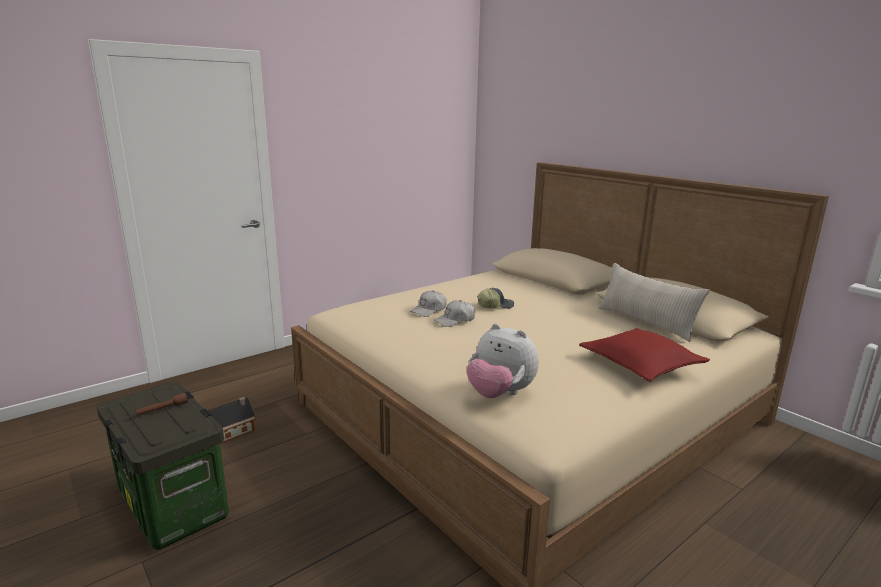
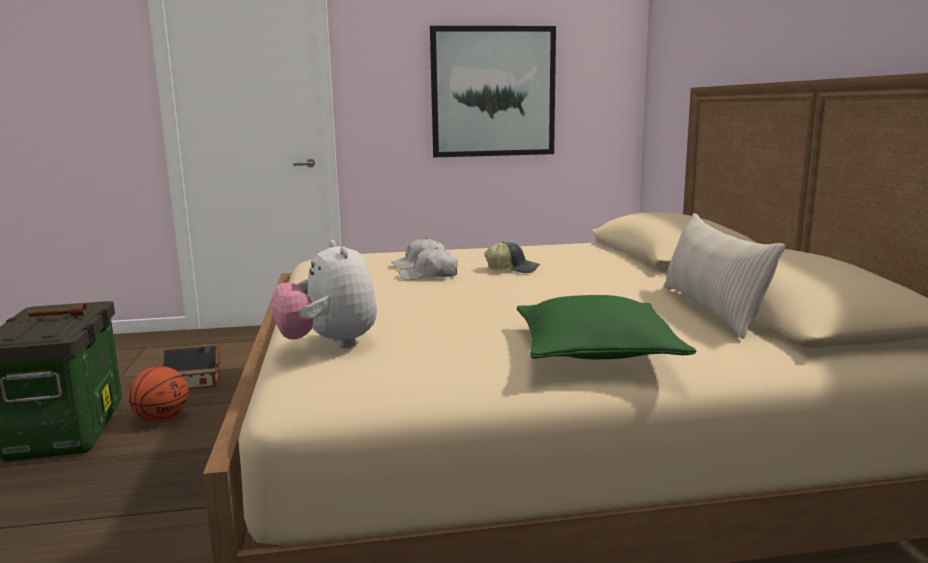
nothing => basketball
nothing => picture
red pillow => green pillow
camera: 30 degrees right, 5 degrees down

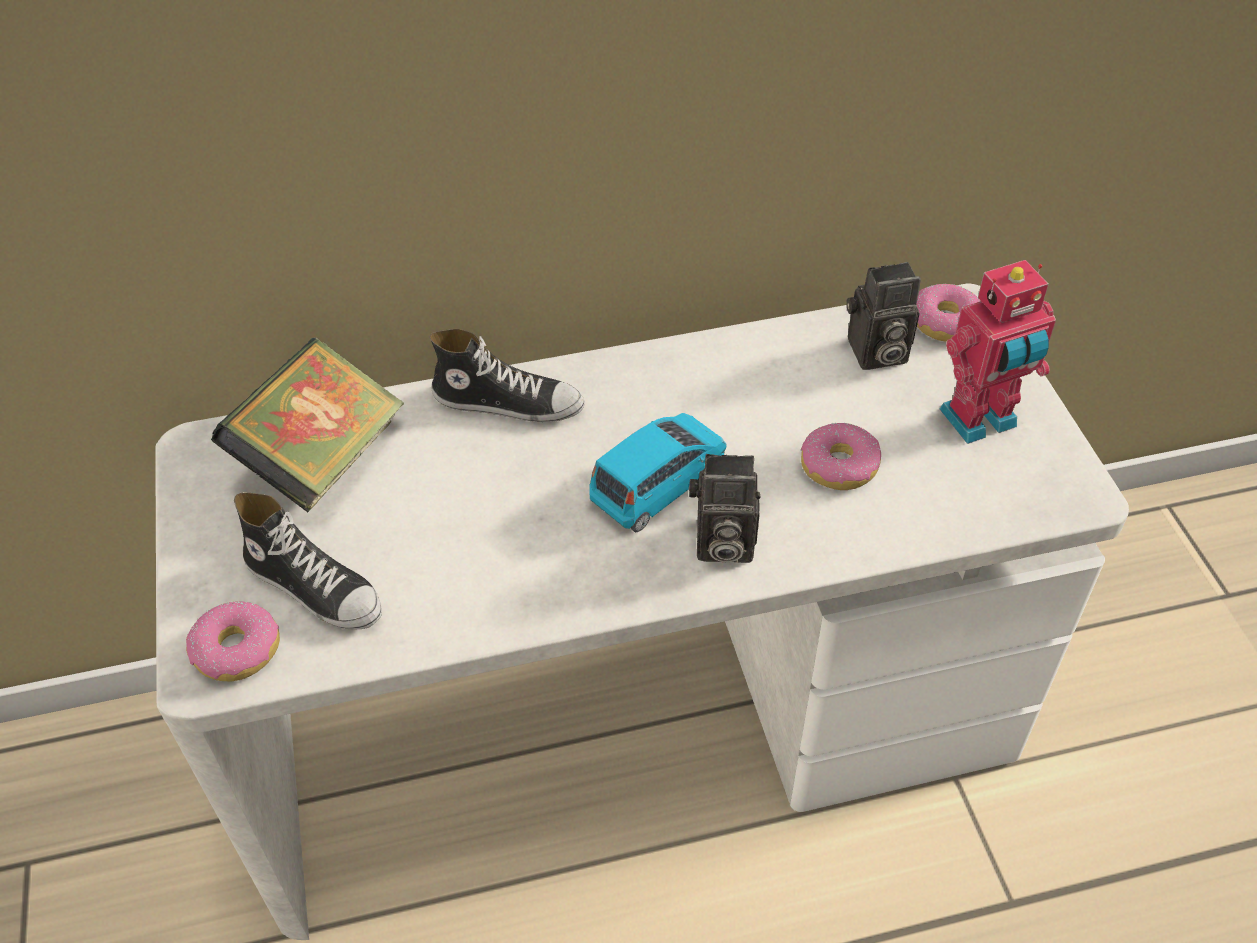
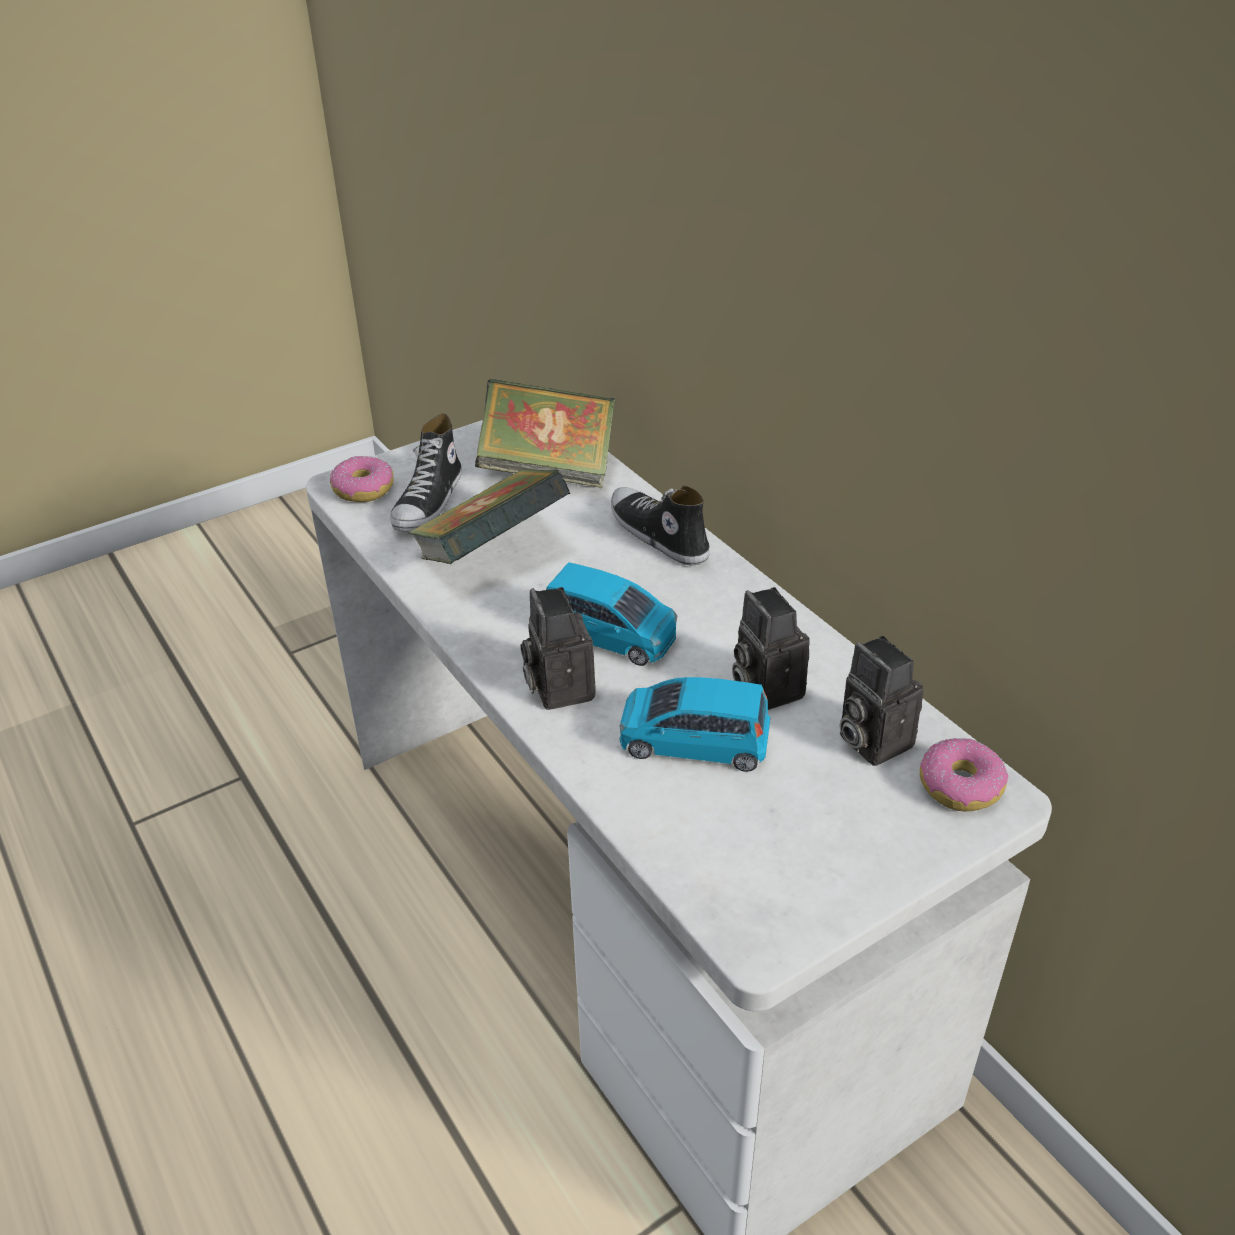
toy robot => nothing
nothing => book (1st from left)
nothing => photo camera (2nd from left)
donut (2nd from left) => blue toy car (2nd from left)
shoe (2nd from left), 150 degrees clockwise
camera: 70 degrees right, 10 degrees down

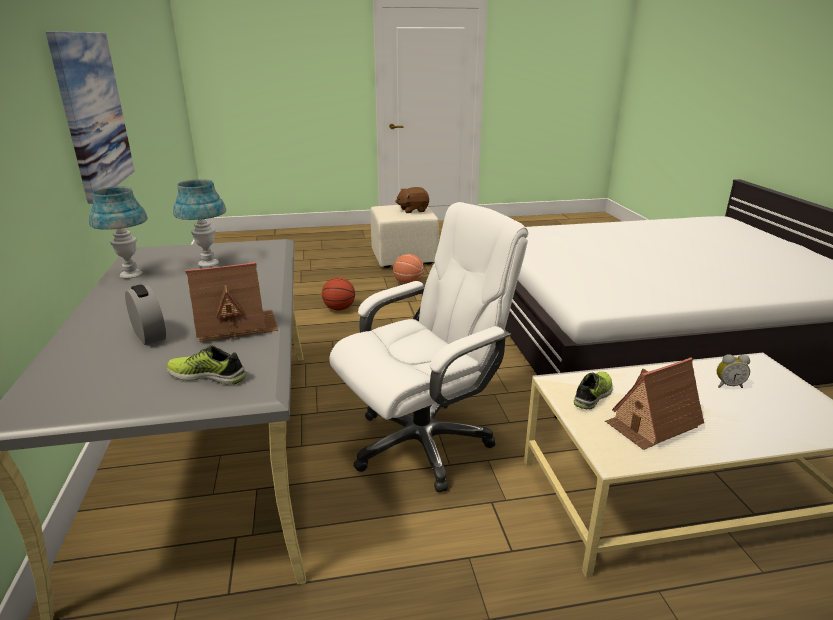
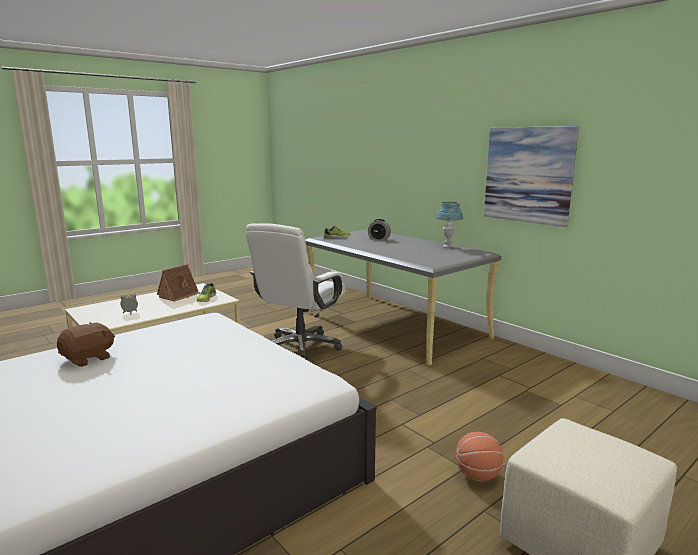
blue table lamp (2nd from left) => nothing
toy house (1st from left) => nothing
basketball (1st from left) => nothing
brown plush toy, moved
camera: 150 degrees right, 10 degrees down

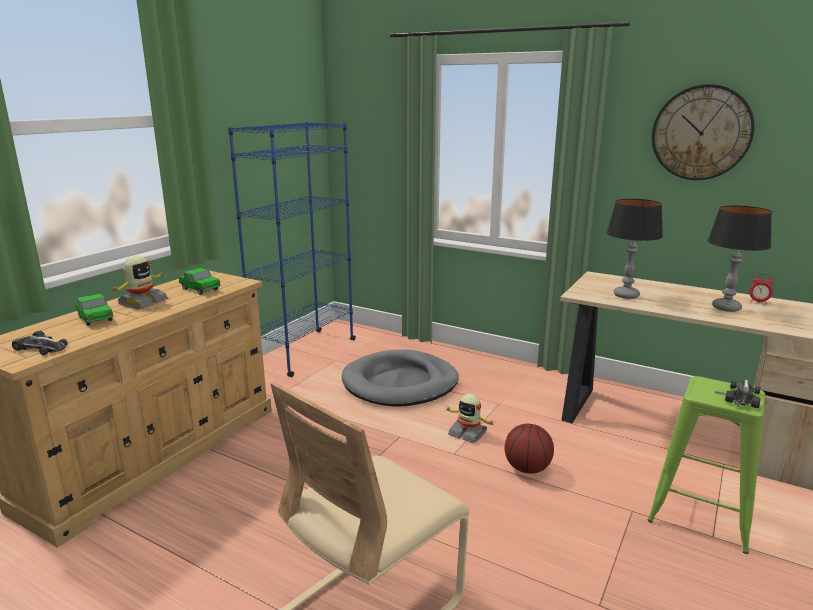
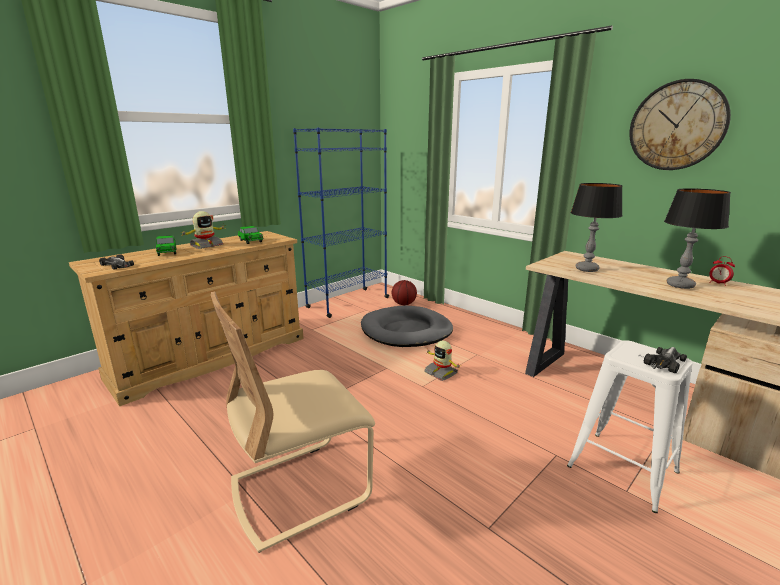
basketball, moved
green stool => white stool
camera: 15 degrees right, 0 degrees up

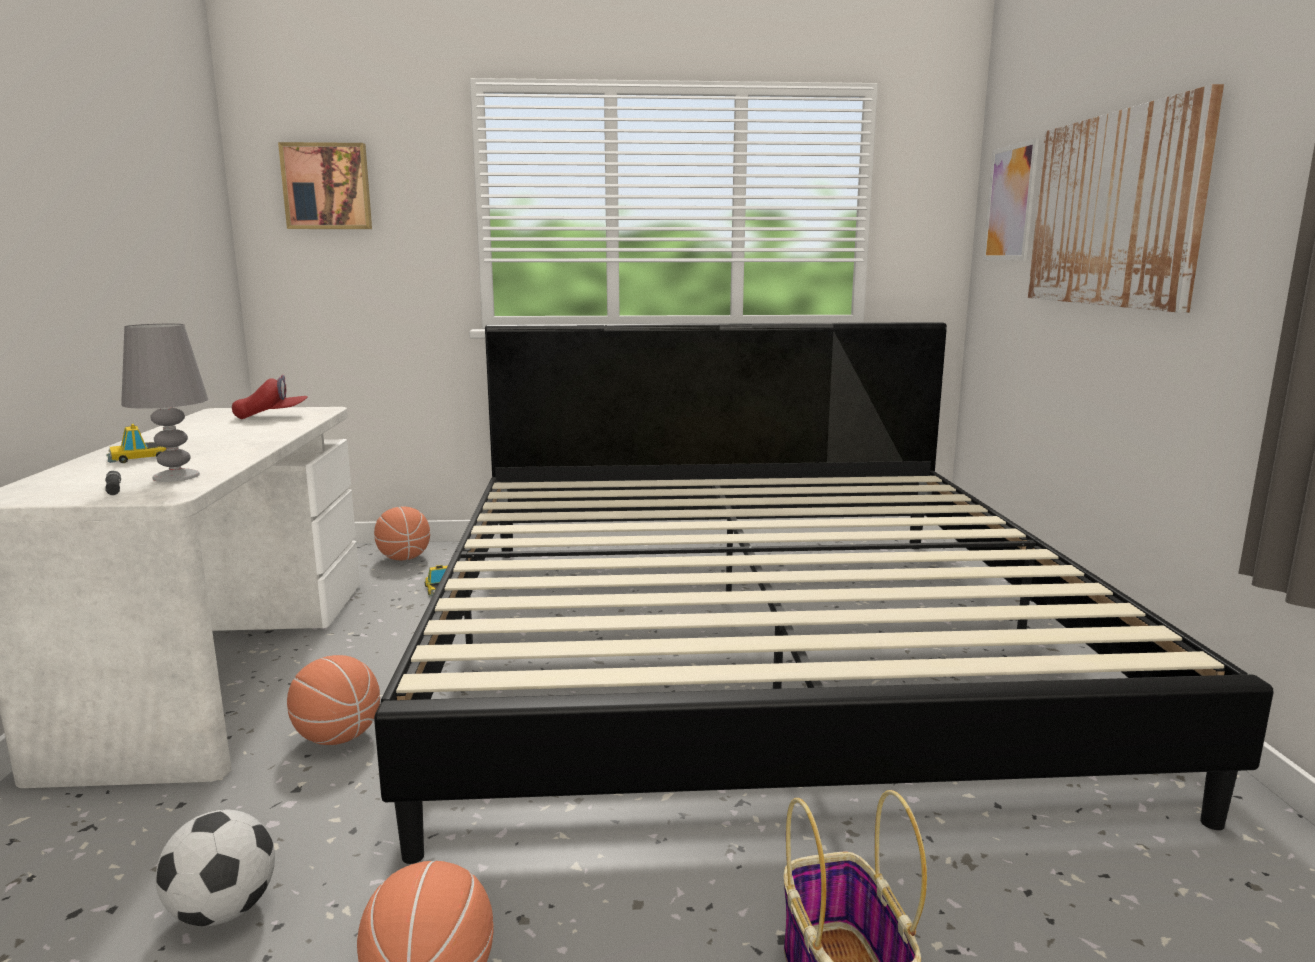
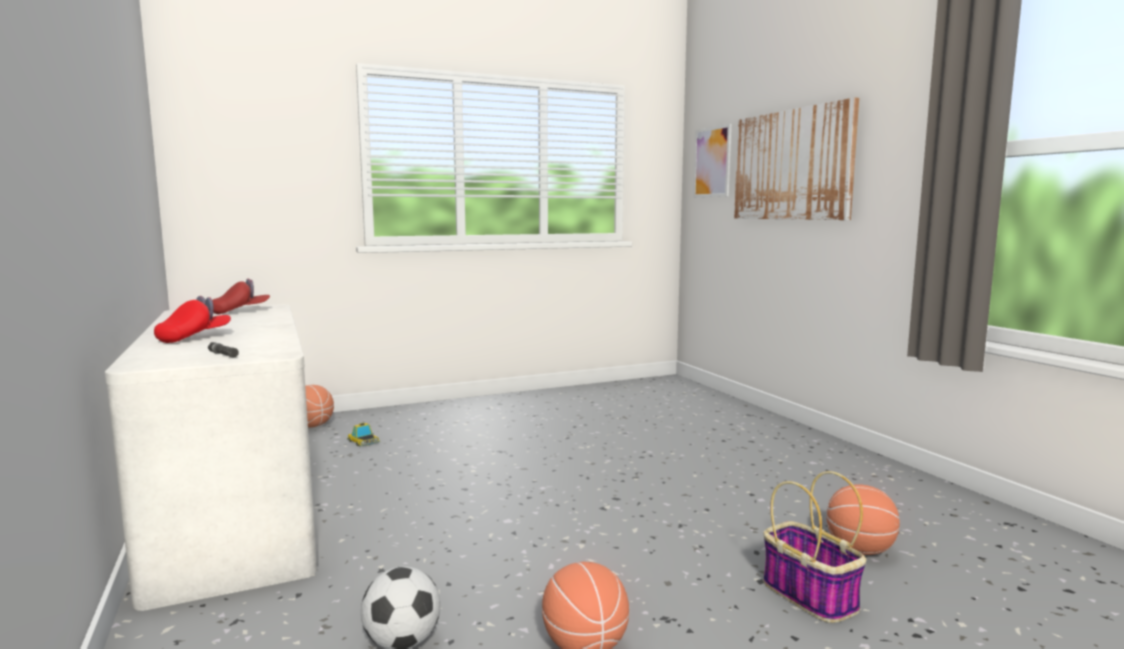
grey table lamp => nothing
picture (1st from left) => nothing
bed => nothing
basketball (1st from left in the first image) => basketball (3rd from left), moved
toy car (1st from left) => red cap (1st from left)
camera: 20 degrees left, 5 degrees down

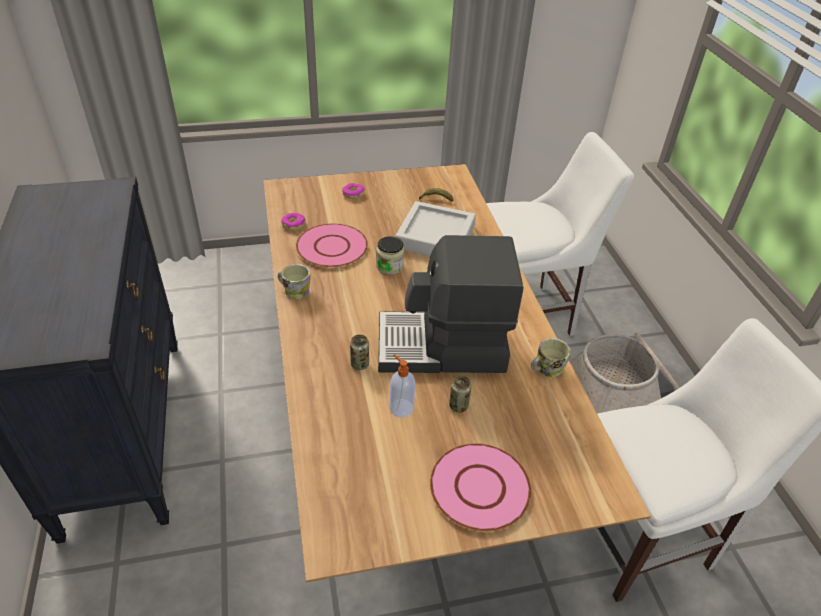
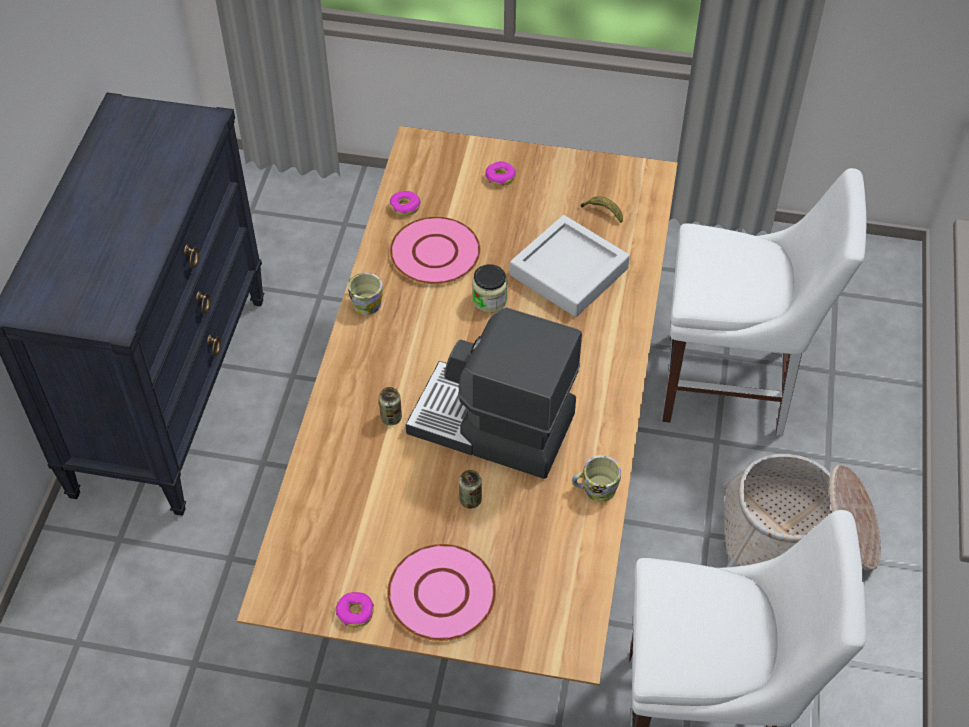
soap dispenser => nothing
nothing => donut (1st from left)
camera: 25 degrees right, 10 degrees up

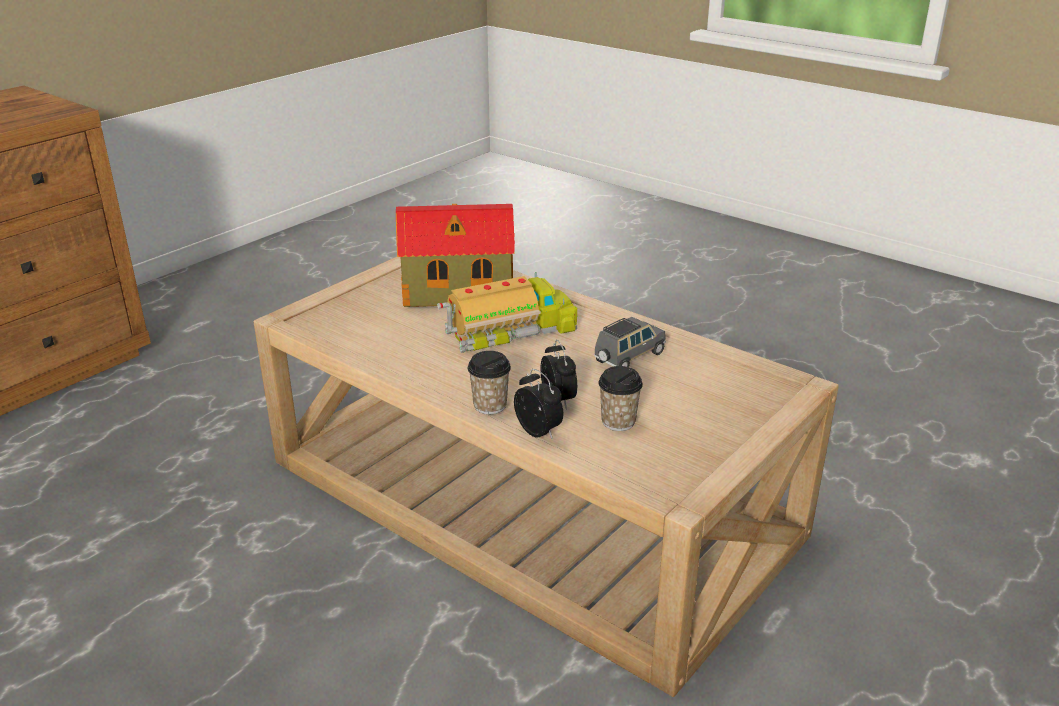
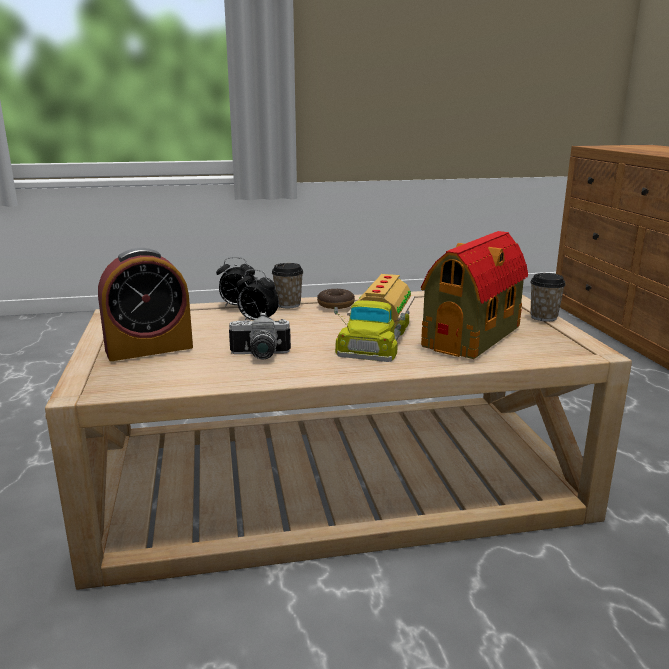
nothing => alarm clock (1st from left)
nothing => donut
cup (2nd from left), moved
grey toy car => photo camera
camera: 130 degrees right, 10 degrees down

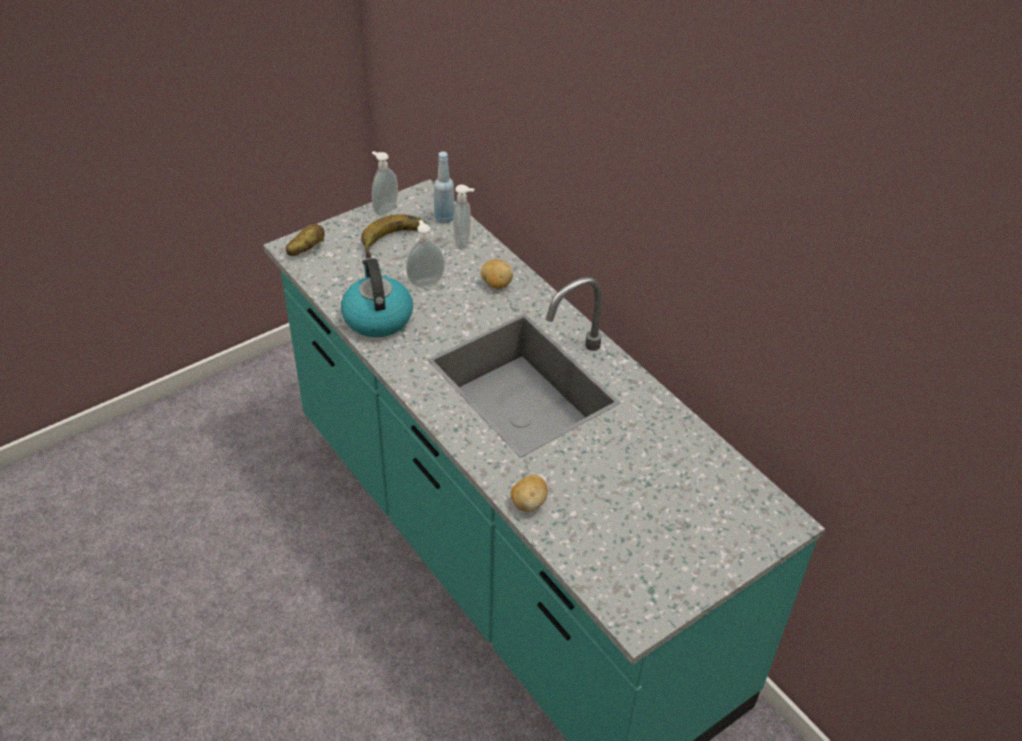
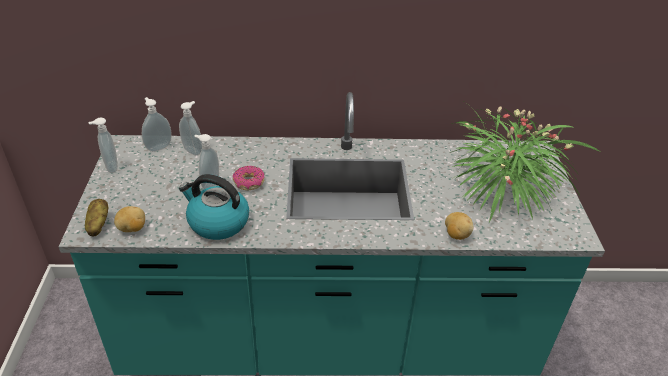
banana => nothing
nothing => donut
nothing => potted plant
potato (2nd from left), moved
blue bottle => soap dispenser (2nd from left)
camera: 55 degrees left, 5 degrees down

